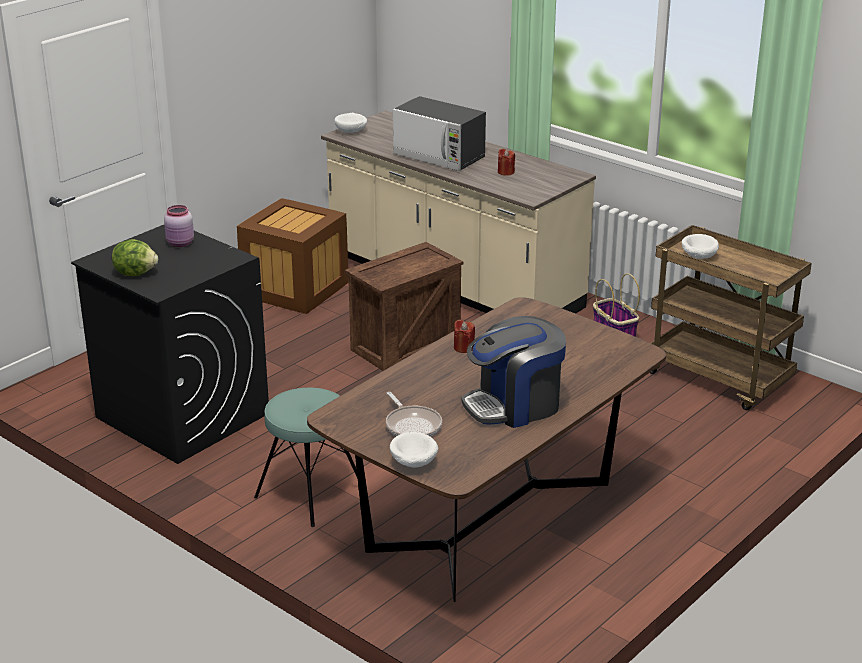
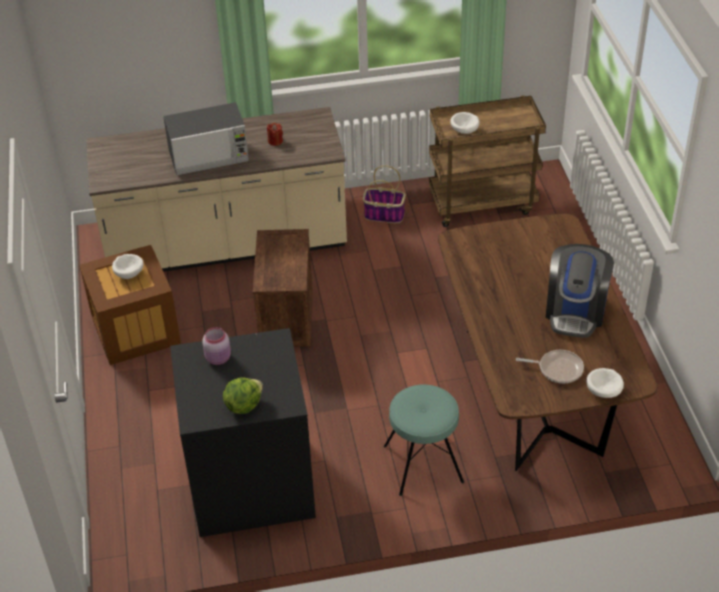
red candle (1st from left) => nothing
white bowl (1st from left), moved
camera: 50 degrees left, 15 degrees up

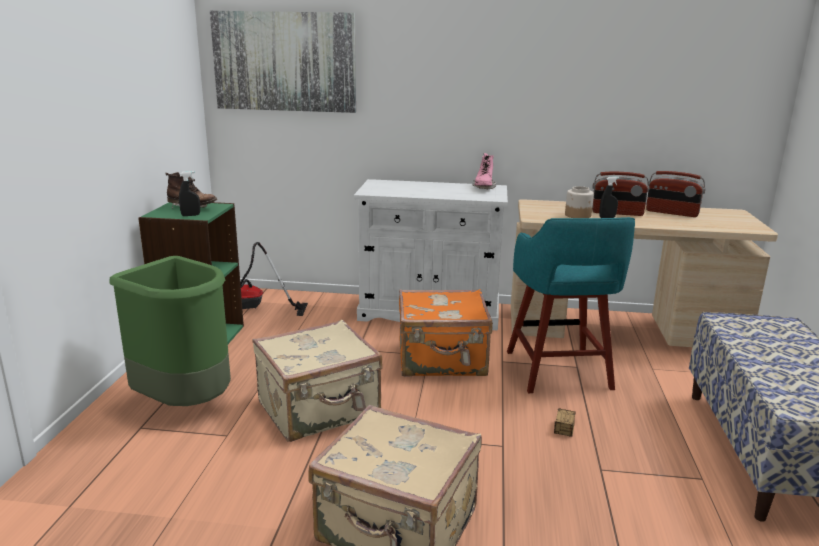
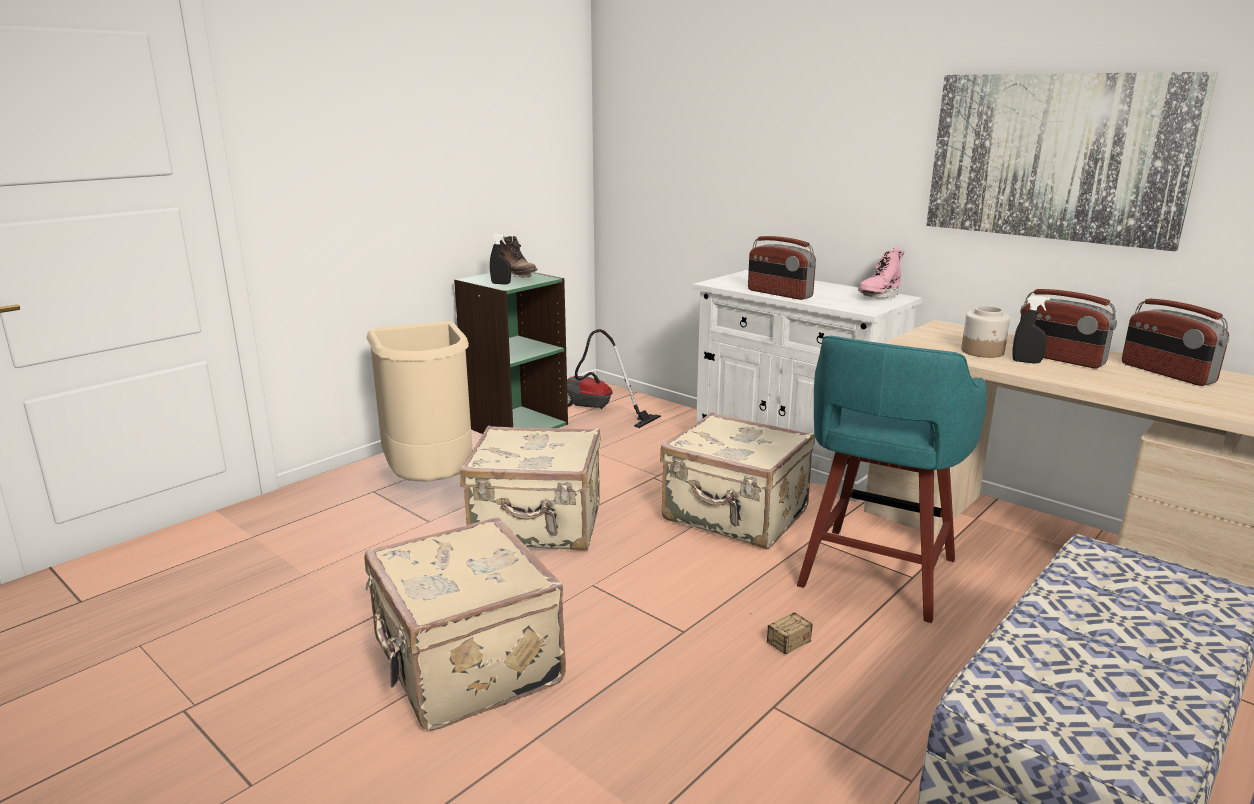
nothing => radio (1st from left)
picture, moved
green trash can => beige trash can
orange suitcase => beige suitcase (3rd from left)
camera: 35 degrees right, 0 degrees up

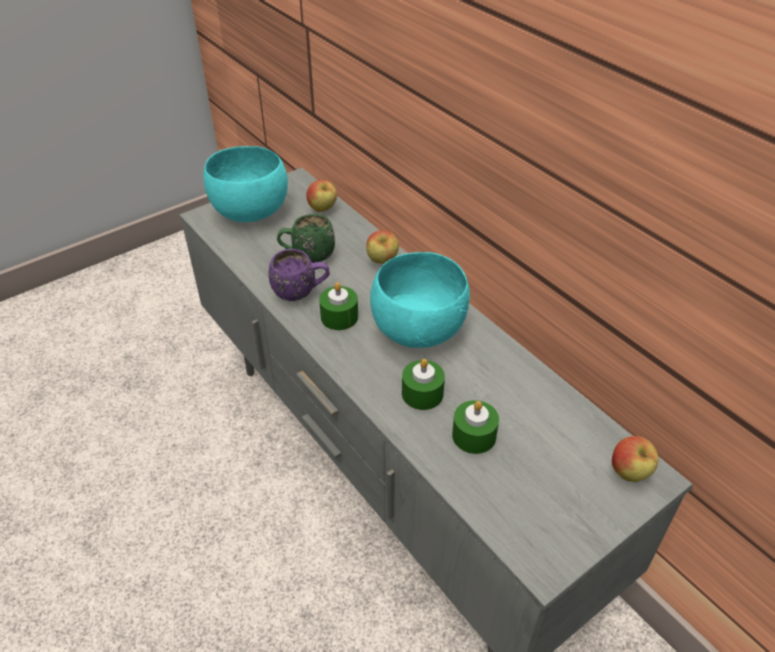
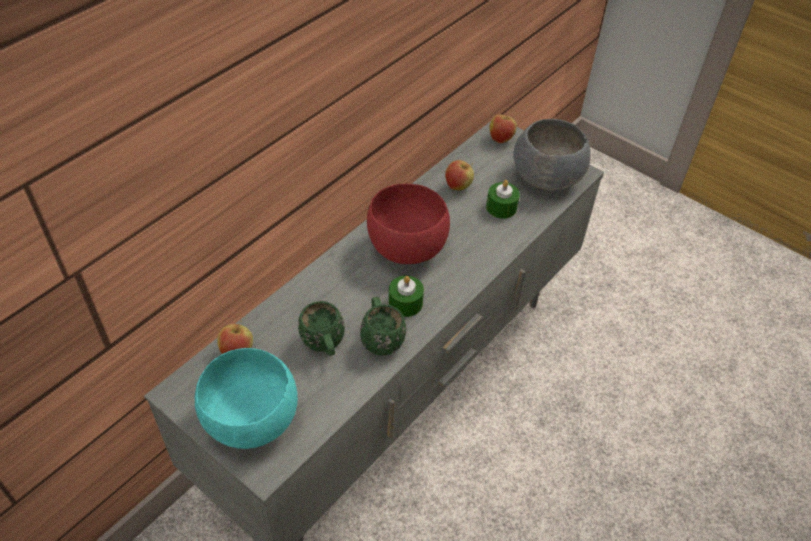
green candle (2nd from left) => nothing
nothing => grey bowl
apple (2nd from left), moved
purple mug => green mug (2nd from left)
turquoise bowl (2nd from left) => red bowl
camera: 105 degrees left, 5 degrees up

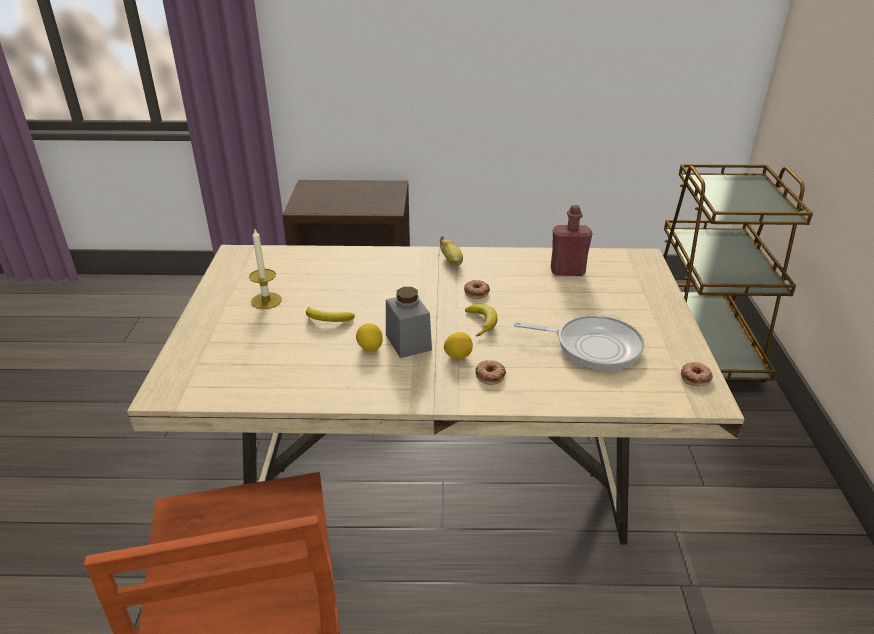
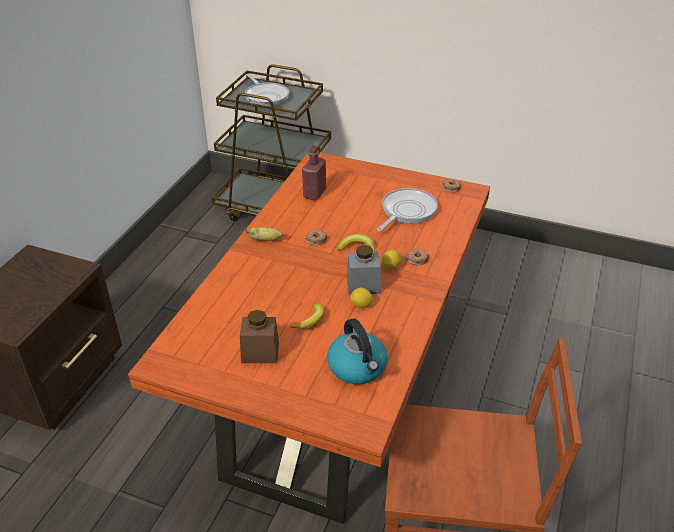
nothing => frying pan (1st from left)
nothing => kettle
candle => brown jar
beige dining table => orange dining table
camera: 70 degrees left, 5 degrees up

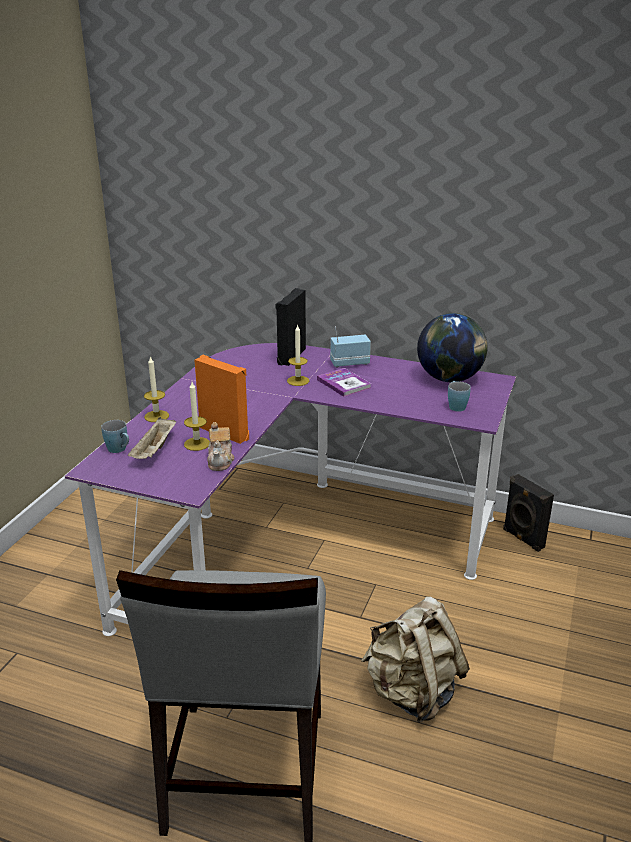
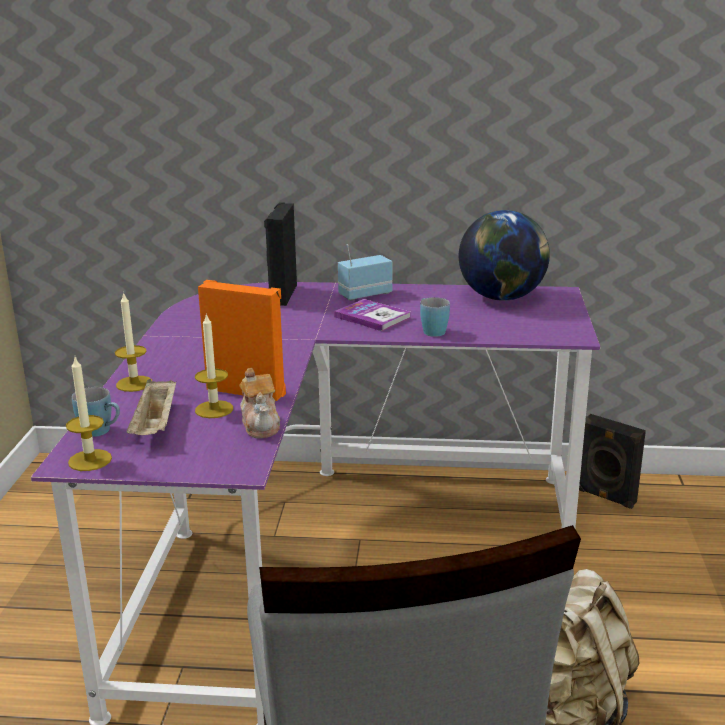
candle (3rd from left in the first image) => candle (1st from left), moved
blue mug (2nd from left), moved
camera: 15 degrees left, 5 degrees down

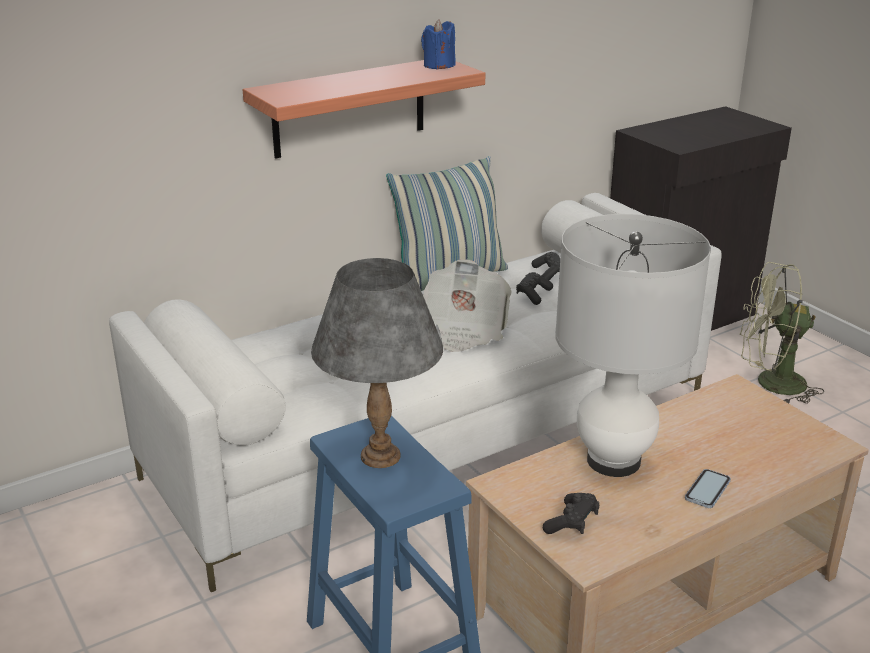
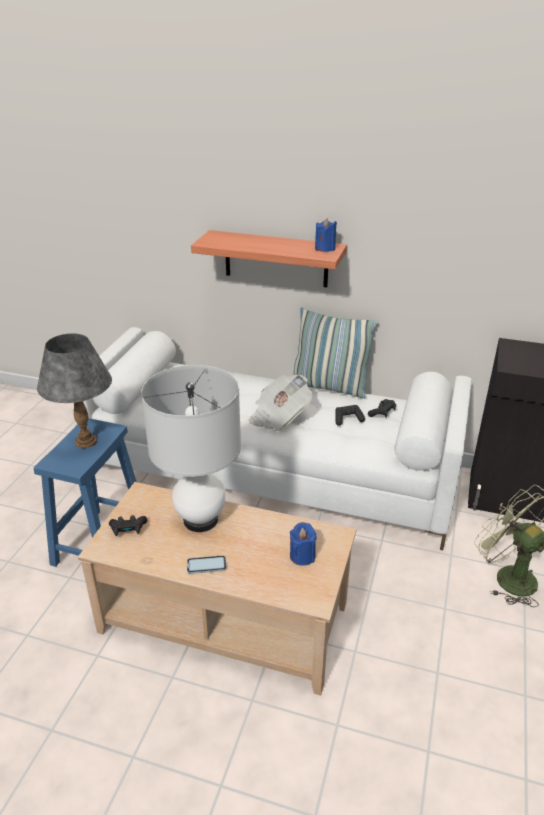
nothing => blue candle (1st from left)
camera: 50 degrees right, 5 degrees up

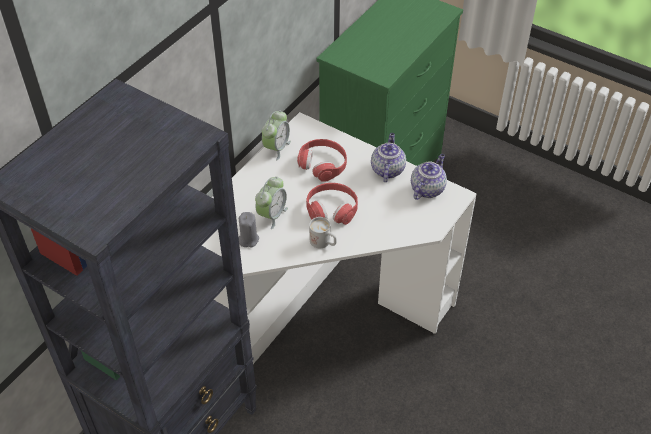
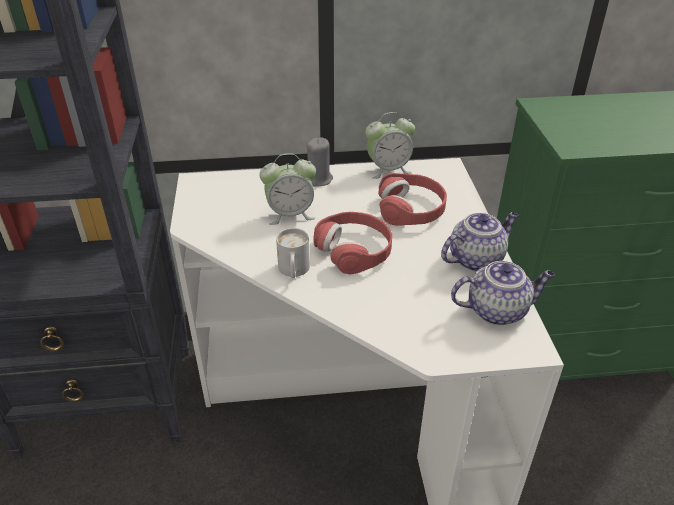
grey candle, moved
camera: 50 degrees right, 10 degrees down

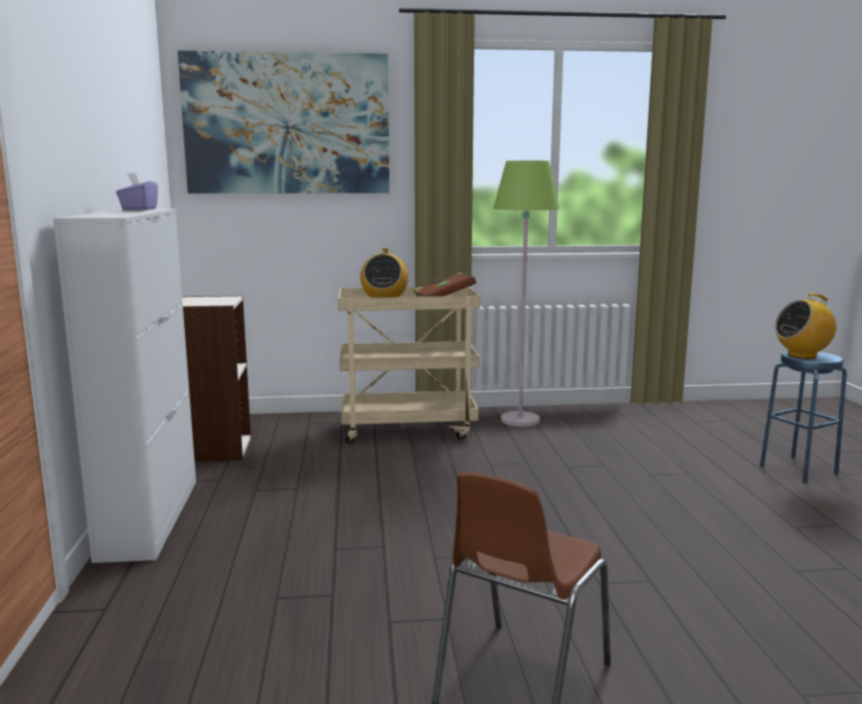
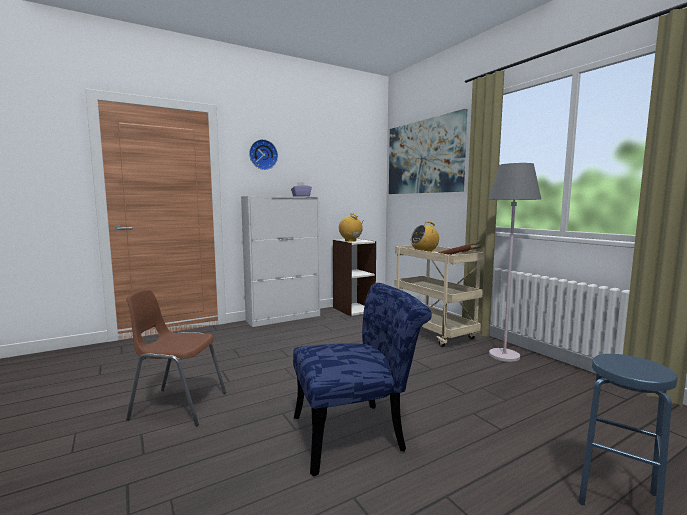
nothing => wall clock
nothing => blue chair
radio (2nd from left in the first image) => radio (1st from left), moved
green floor lamp => grey floor lamp
camera: 65 degrees right, 5 degrees down

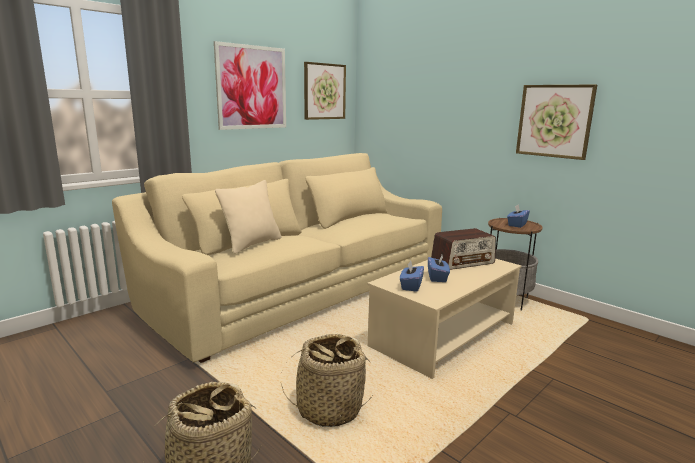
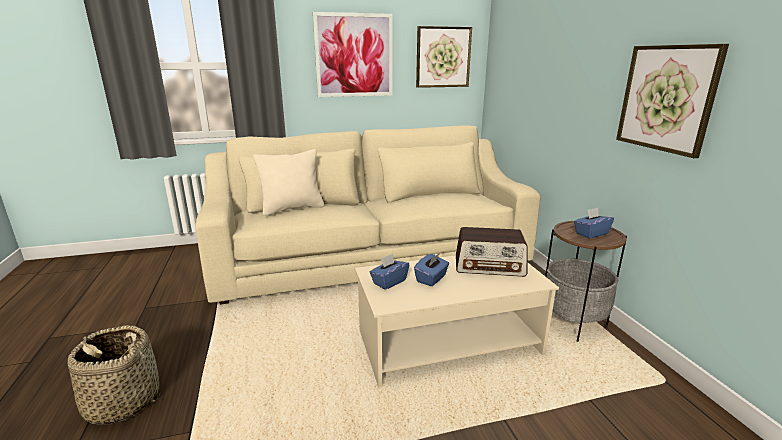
basket (2nd from left) => nothing
camera: 30 degrees right, 5 degrees up

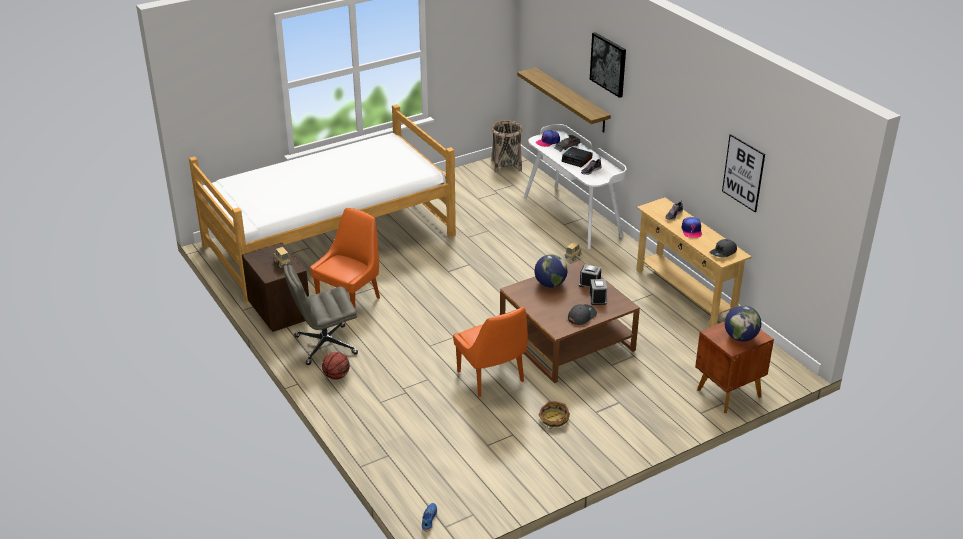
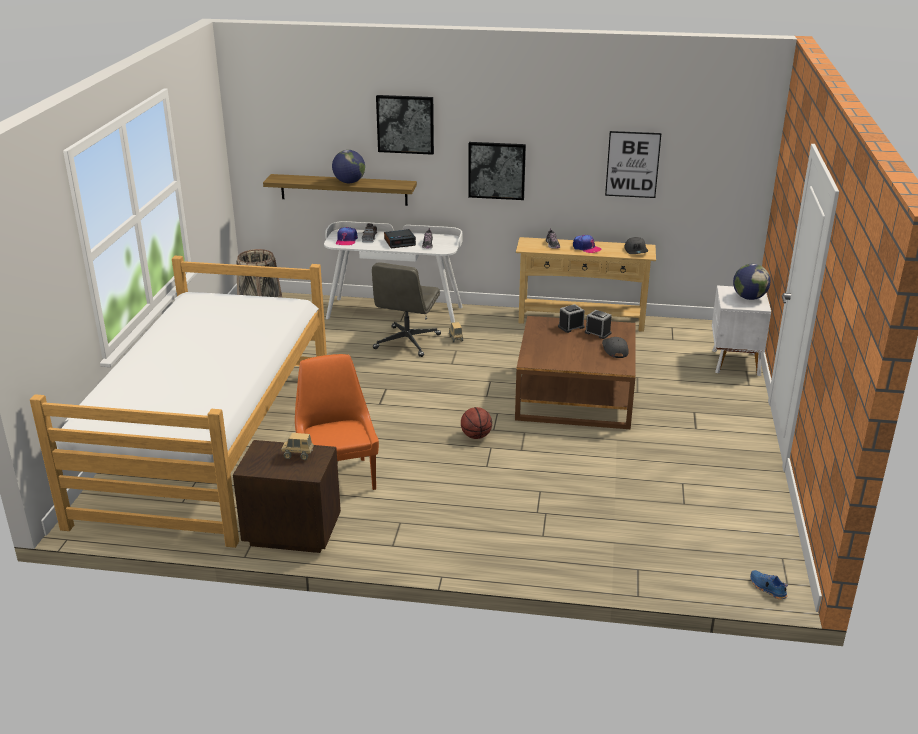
orange chair (2nd from left) => nothing
basket (2nd from left) => nothing
nothing => picture (2nd from left)
grey office chair, moved
basketball, moved
globe (1st from left), moved
brown nightstand (2nd from left) => white nightstand
camera: 50 degrees left, 5 degrees down

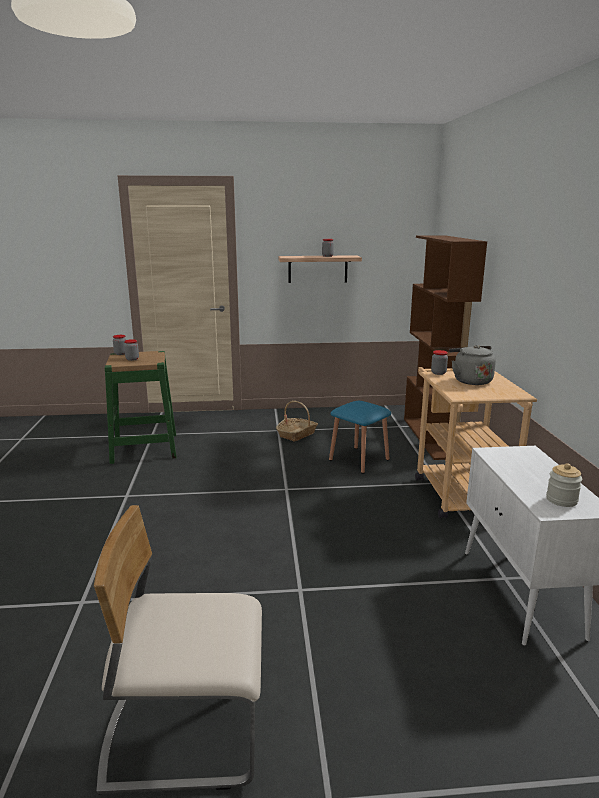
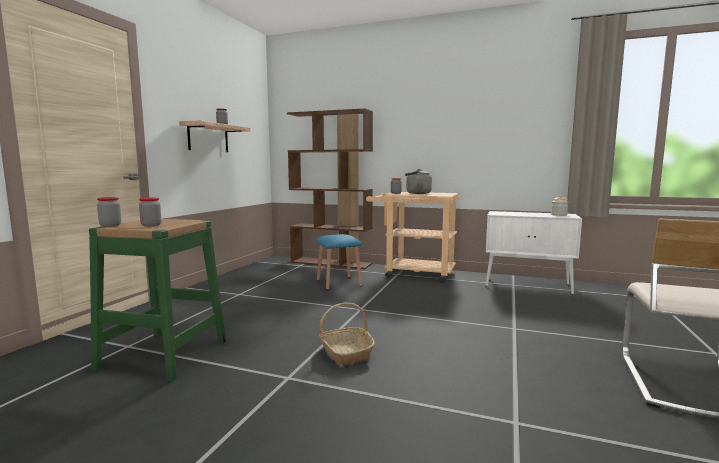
basket, moved
camera: 65 degrees left, 10 degrees down

